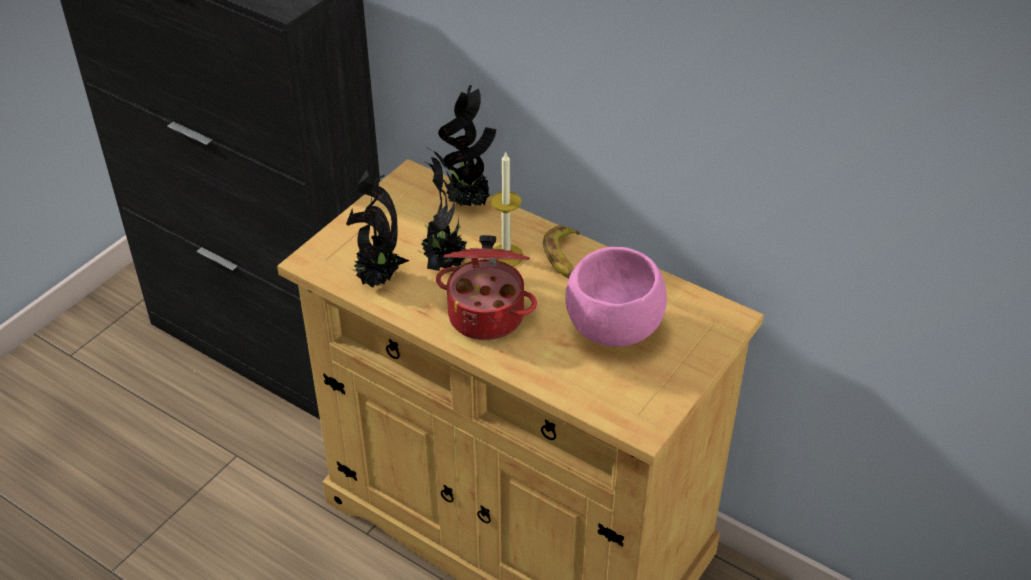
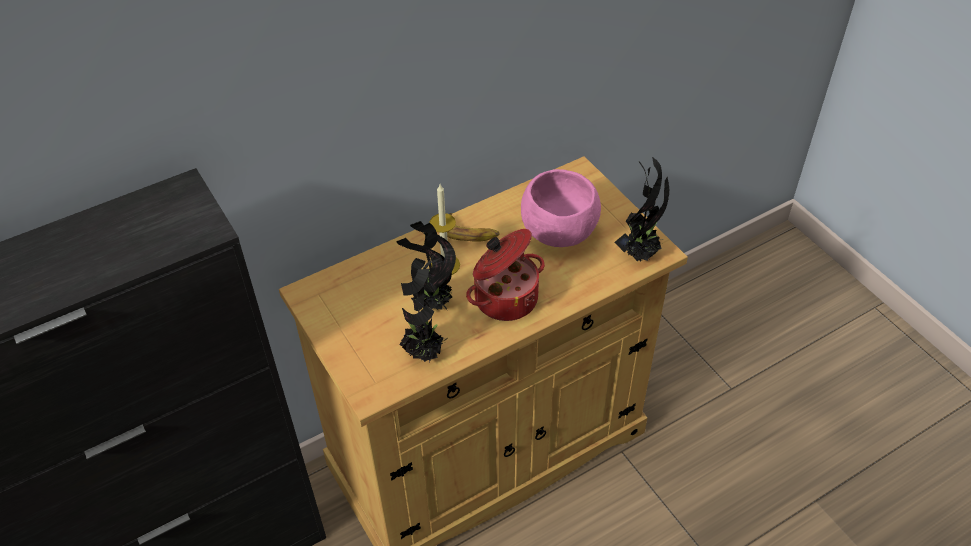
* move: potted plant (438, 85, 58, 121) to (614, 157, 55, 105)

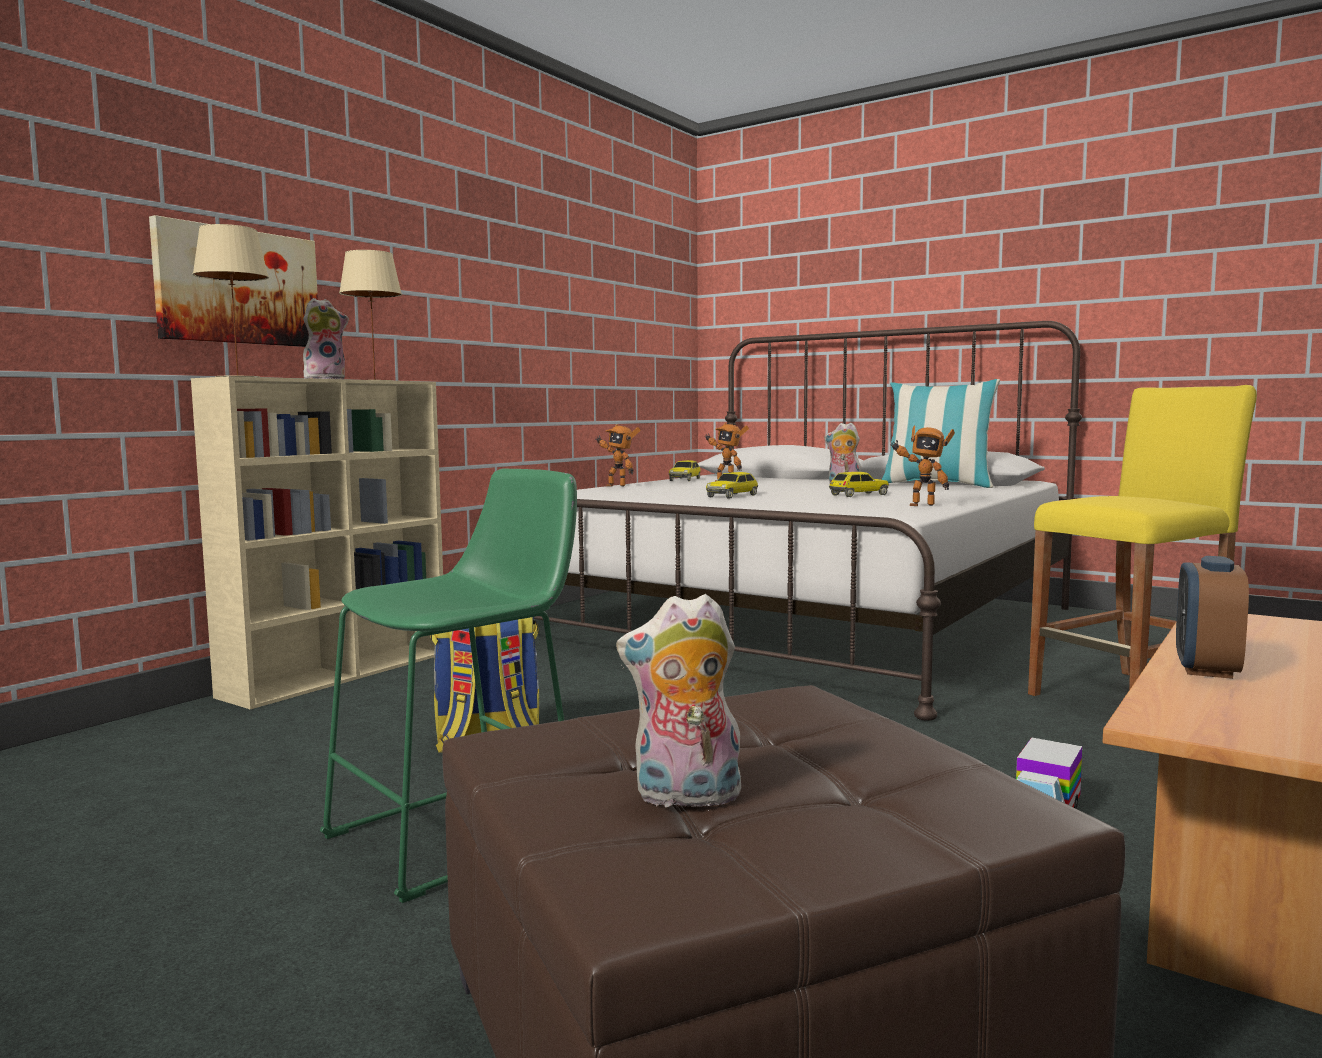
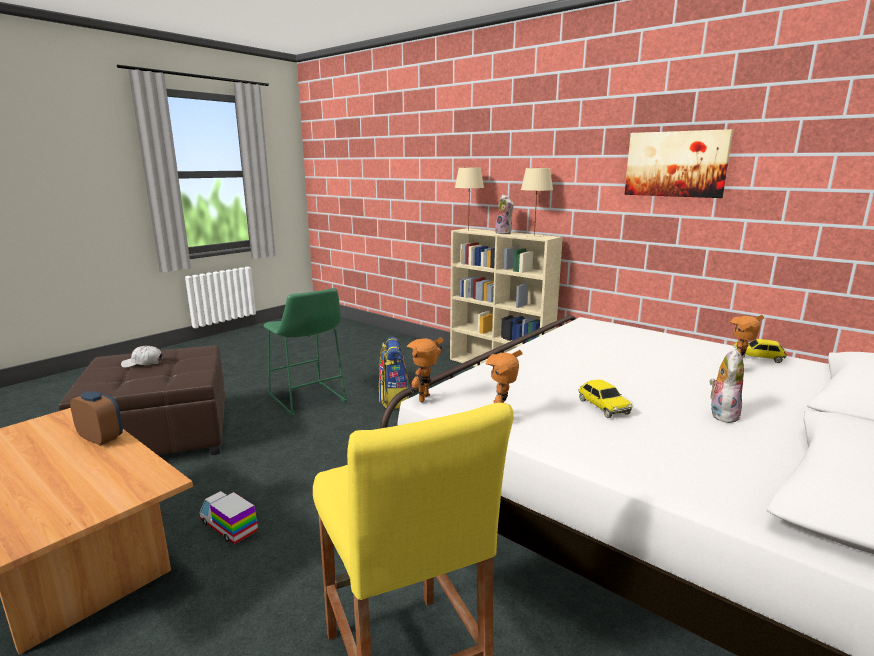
* move: picture (149, 215, 169, 132) to (624, 129, 109, 69)
* delete: pillow (882, 379, 118, 109)
* move: toy robot (595, 424, 46, 63) to (406, 337, 38, 66)
* delete: toy car (706, 472, 52, 27)
* replace: plush toy (616, 594, 125, 217) to cap (white) (121, 345, 42, 23)

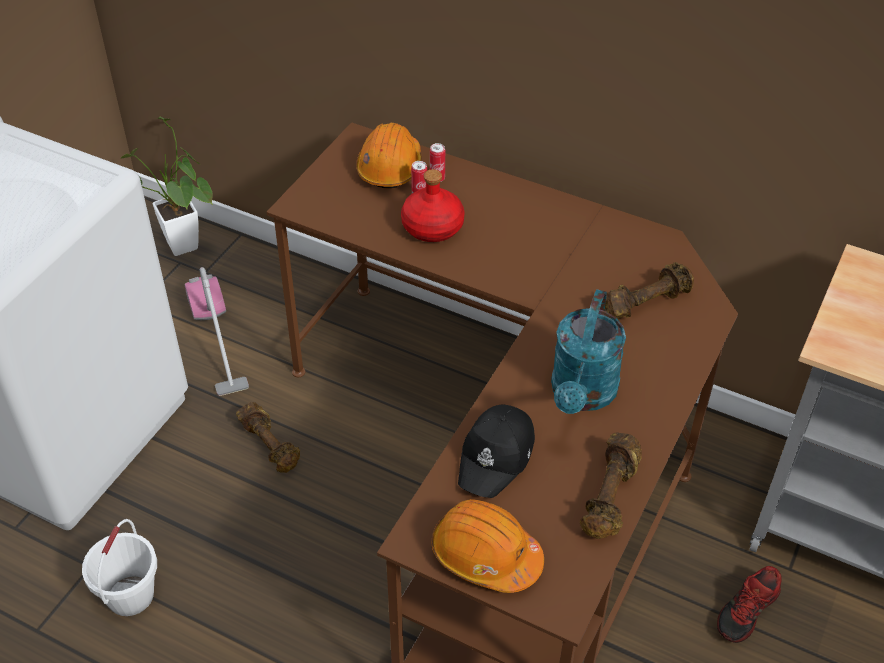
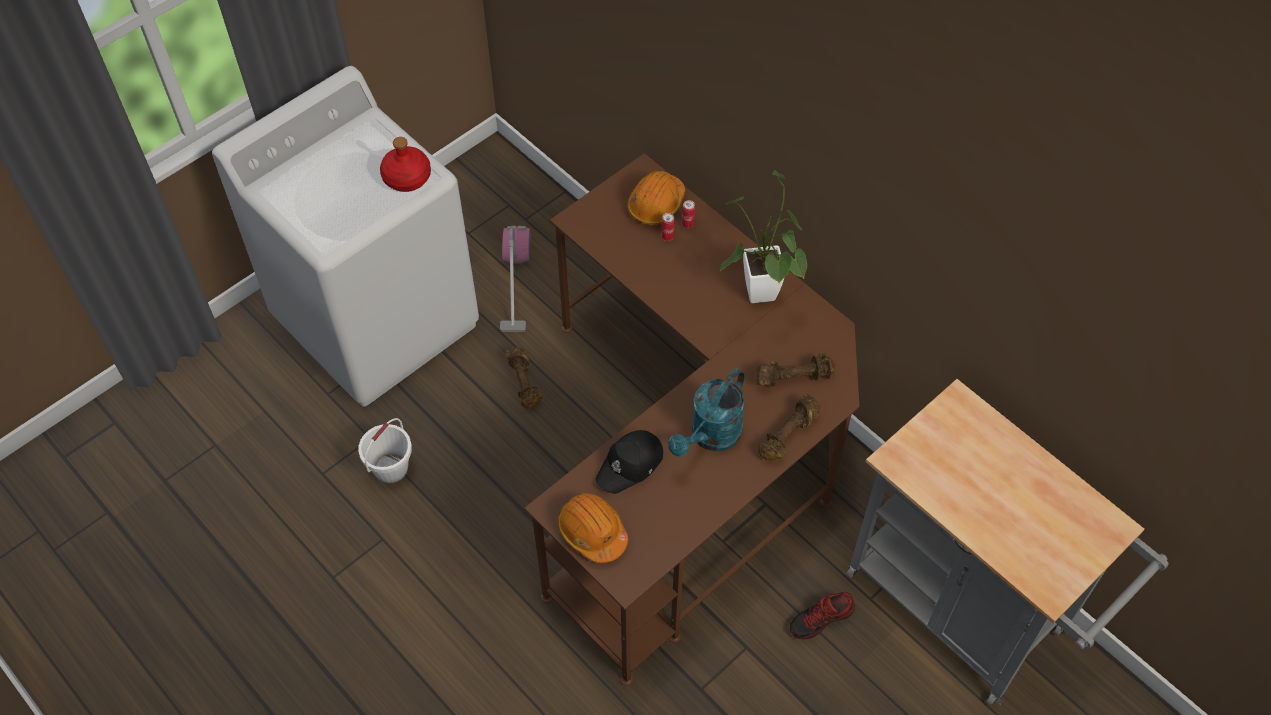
* move: potted plant (120, 117, 93, 139) to (719, 170, 88, 133)
* move: bottle (red) (401, 169, 64, 73) to (380, 137, 51, 55)
* move: dumbbell (brown) (580, 432, 62, 107) to (758, 394, 62, 67)

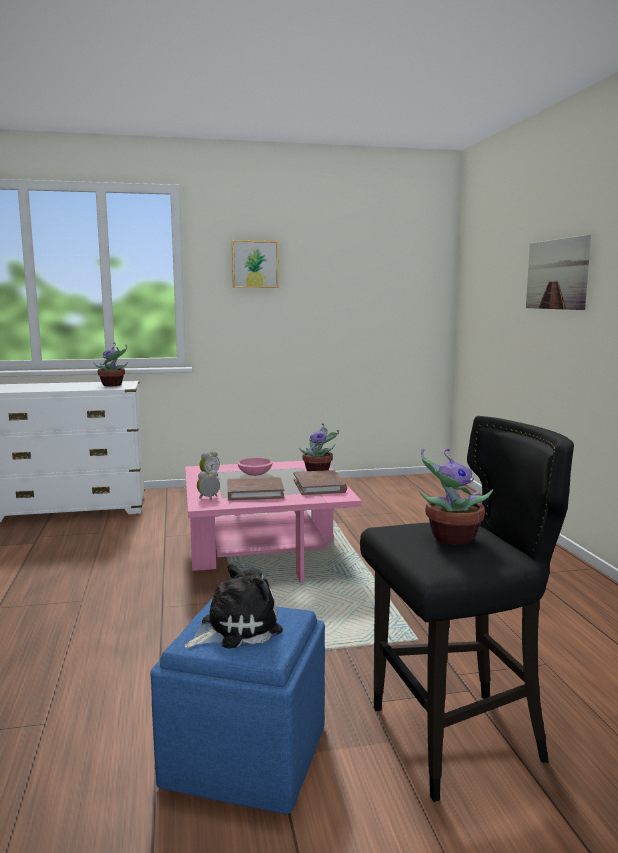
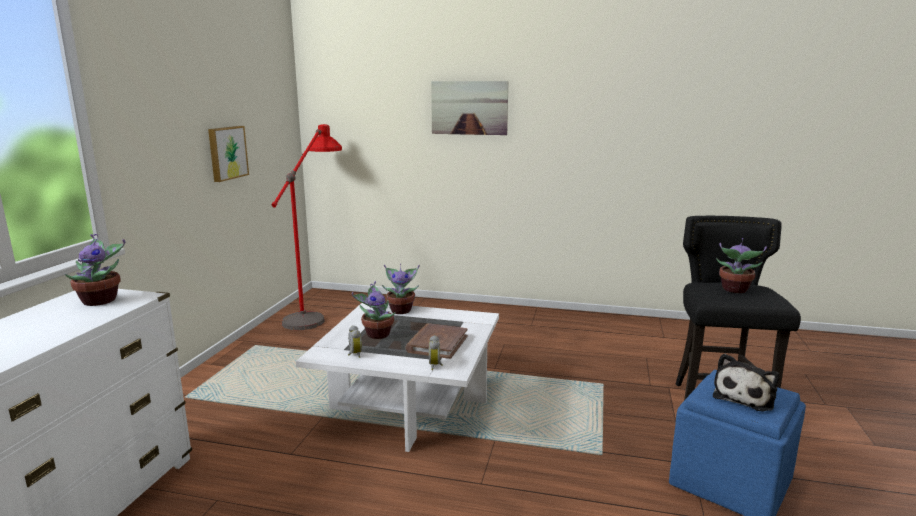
* move: picture (232, 240, 47, 48) to (208, 126, 41, 56)
* replace: bowl (pink) (237, 458, 36, 18) to potted plant (352, 281, 44, 58)
* recolor: coffee table (pink) (185, 461, 177, 123) to coffee table (white) (296, 303, 203, 149)
* delete: book (brown) (293, 470, 54, 25)
* rotate: plush toy (184, 563, 99, 86) = (713, 354, 66, 58) 135 degrees counterclockwise
* insert: floor lamp (red) (272, 124, 70, 206)

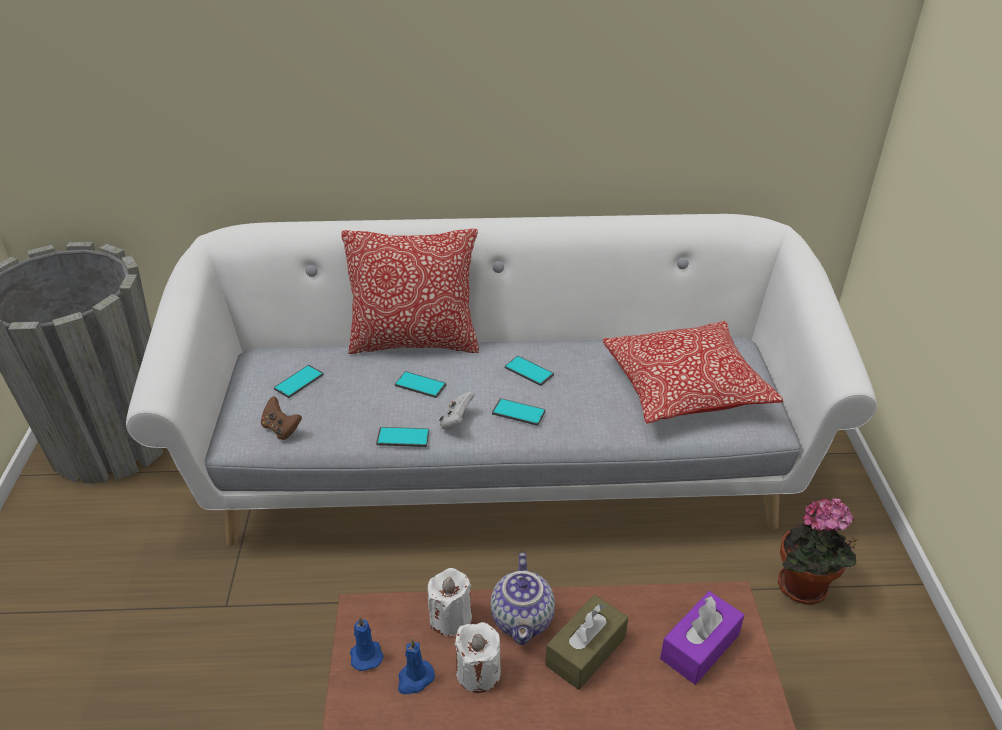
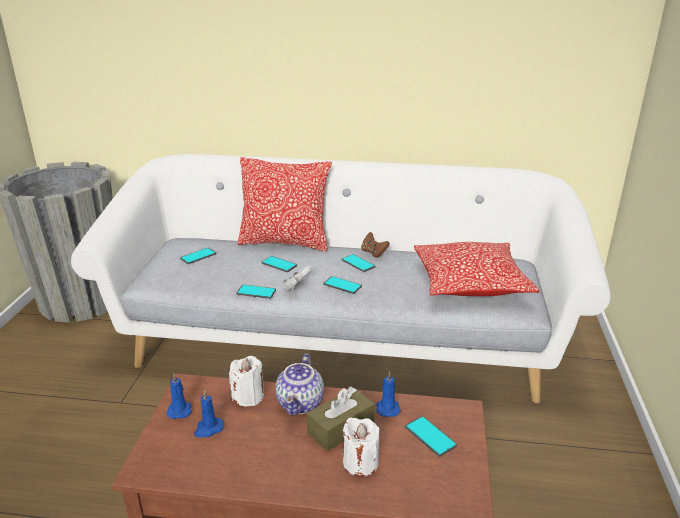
* move: game controller (brown) (261, 396, 41, 44) to (361, 232, 29, 26)
* delete: potted plant (778, 497, 80, 107)
* replace: tissue box (purple) (660, 591, 84, 94) to phone (405, 416, 52, 41)
* move: candle (white) (455, 622, 46, 71) to (343, 418, 36, 59)
* insert: candle (blue) (376, 371, 25, 46)

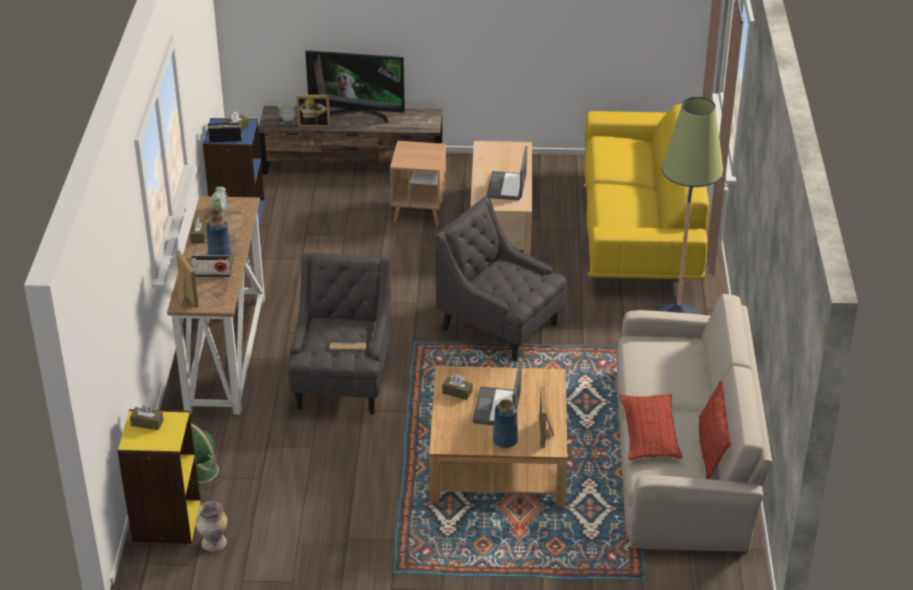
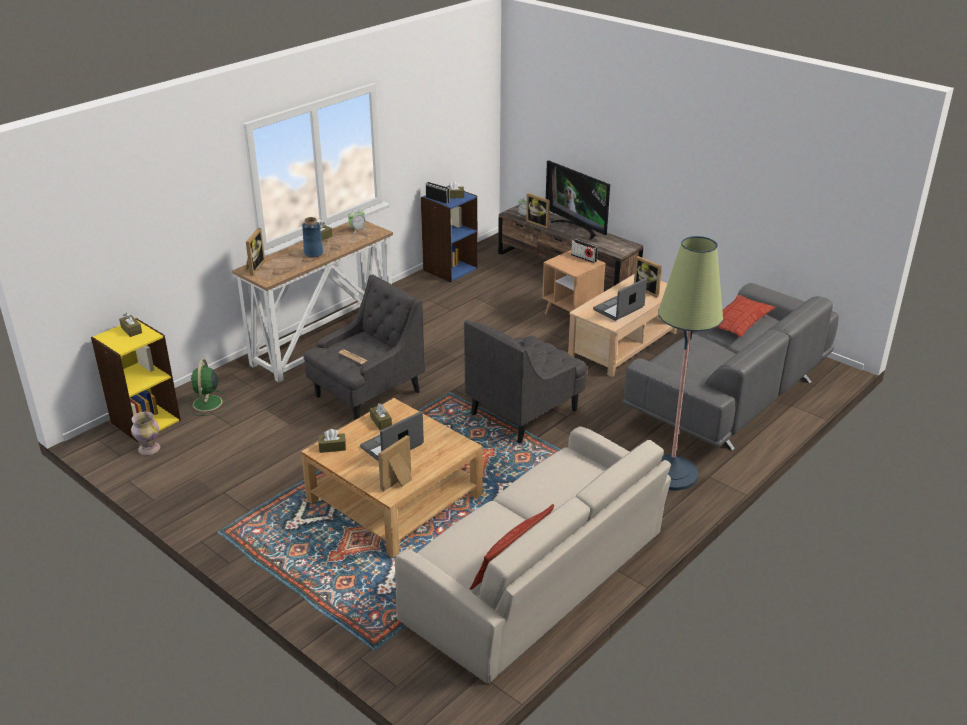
* recolor: sofa (yellow) (584, 104, 125, 176) to sofa (grey) (622, 283, 217, 167)
* rotate: armchair (grey) (436, 196, 131, 165) = (464, 320, 123, 124) 120 degrees counterclockwise
* move: radio (191, 255, 40, 22) to (571, 239, 27, 24)
* move: pillow (619, 394, 64, 66) to (716, 295, 60, 42)
* delete: vase (blue) (493, 399, 25, 49)
* insert: picture frame (634, 256, 28, 41)
* insert: tissue box (brown) (318, 429, 28, 24)

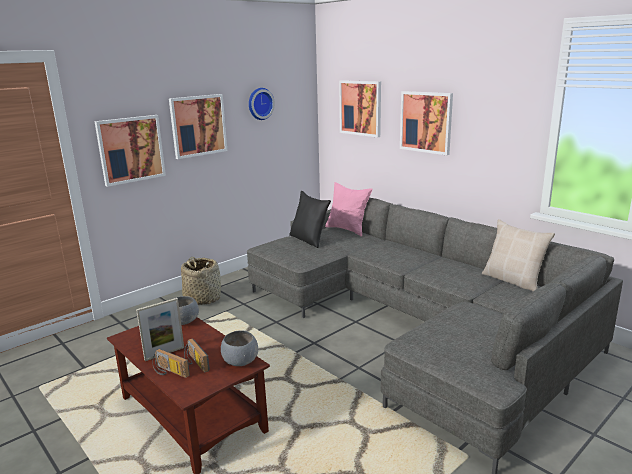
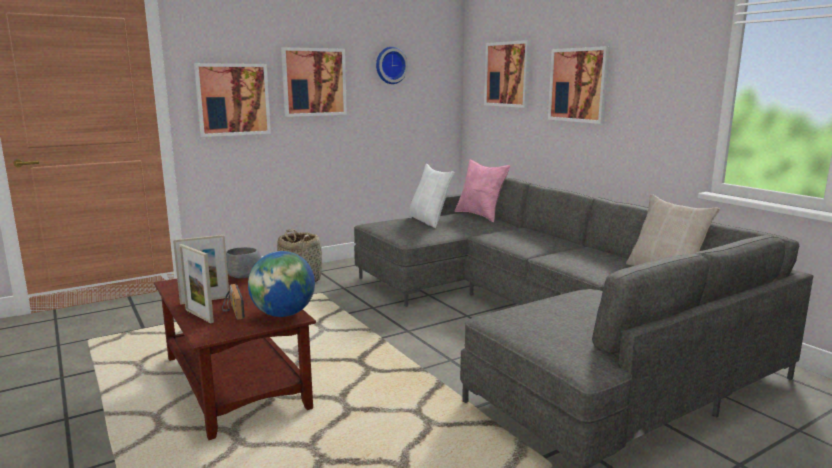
* recolor: pillow (black) (289, 191, 42, 57) to pillow (white) (408, 164, 47, 64)
* replace: bowl (grey) (221, 330, 37, 36) to globe (248, 251, 67, 66)
* replace: radio (152, 349, 38, 29) to picture frame (179, 244, 35, 79)

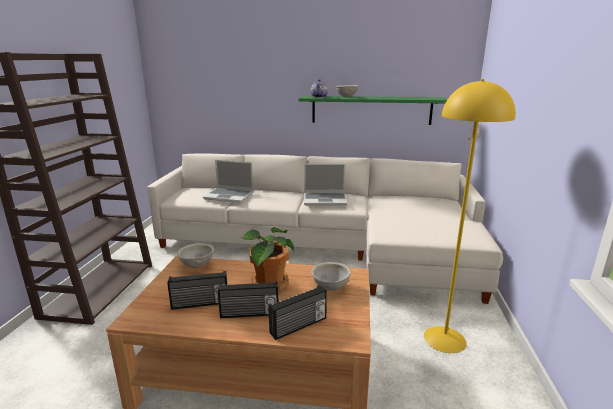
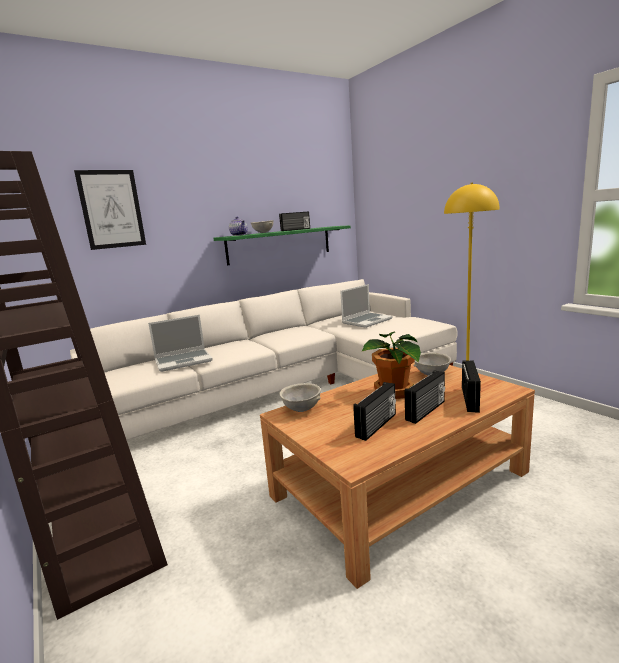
* move: laptop (304, 164, 44, 42) to (340, 284, 53, 44)
* insert: picture (74, 170, 72, 80)
* insert: radio (279, 211, 31, 20)

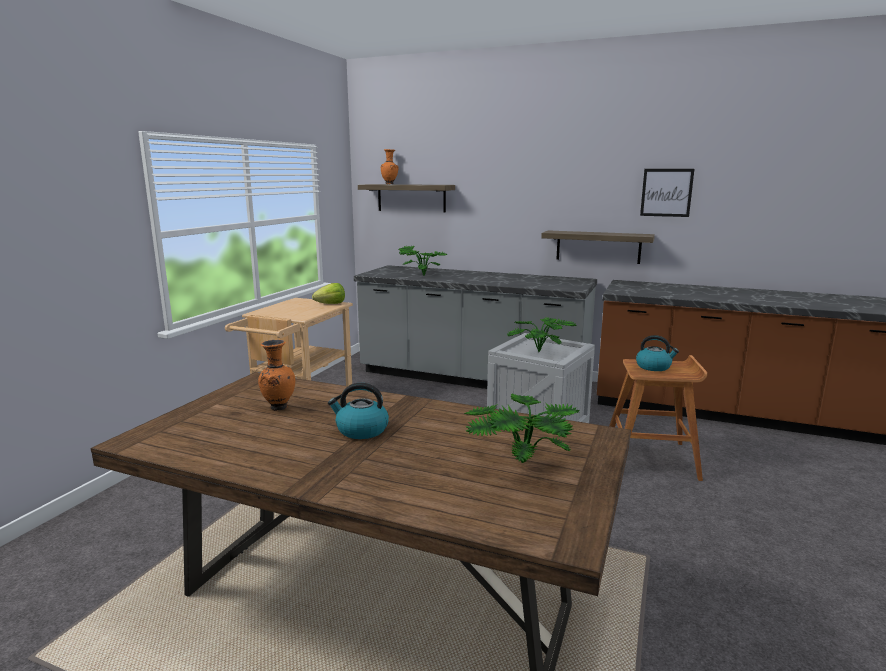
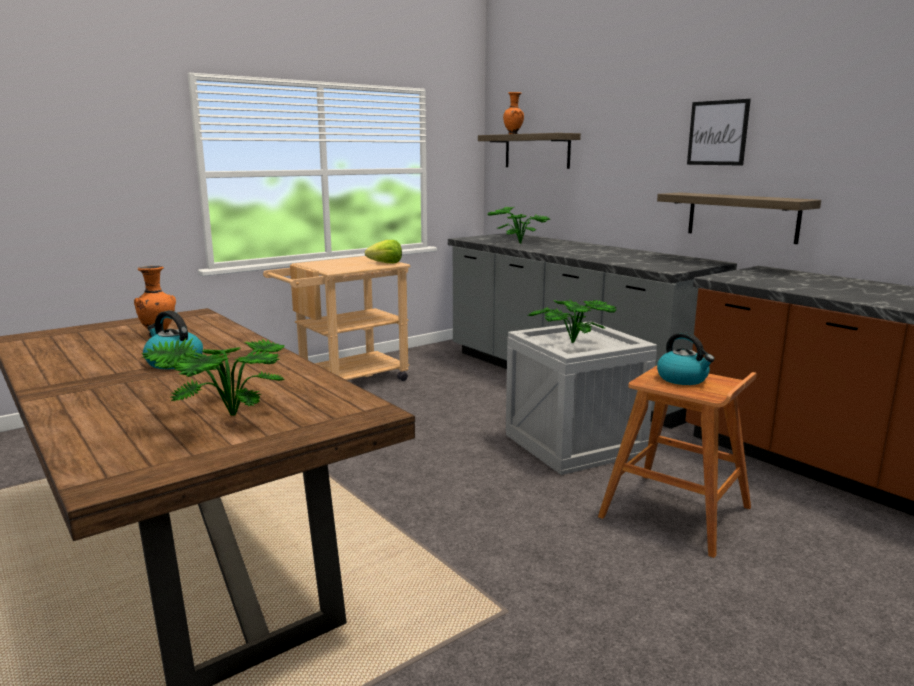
* move: picture (640, 169, 54, 48) to (687, 99, 64, 67)

